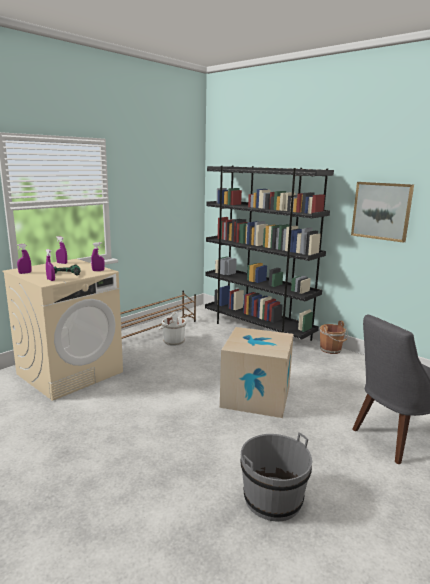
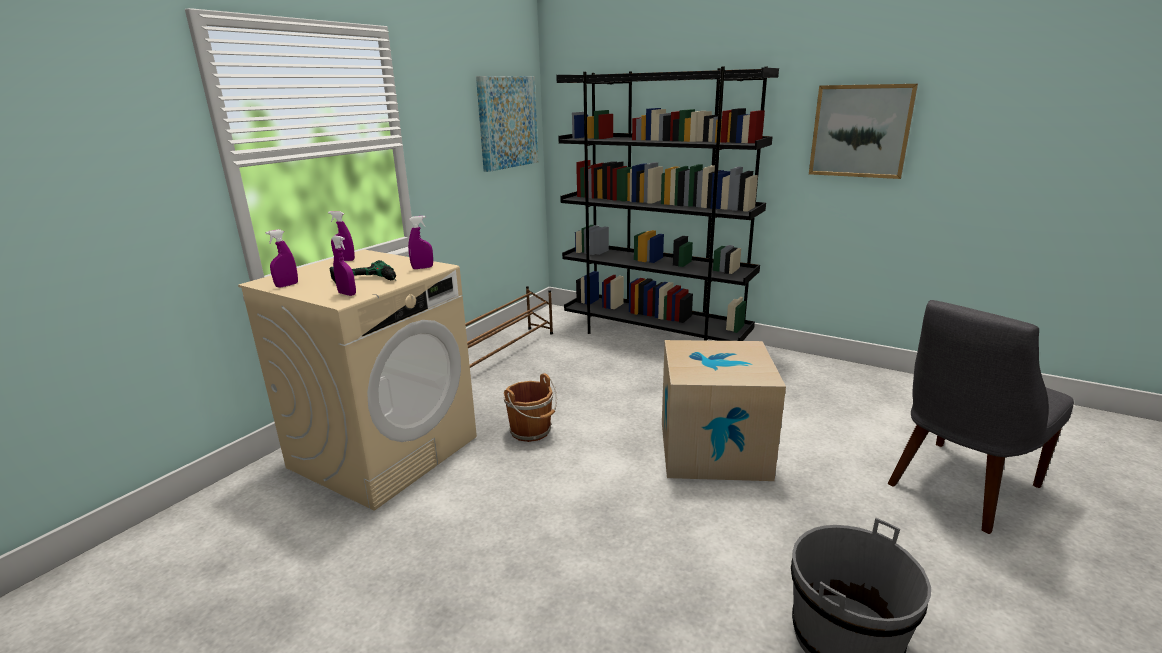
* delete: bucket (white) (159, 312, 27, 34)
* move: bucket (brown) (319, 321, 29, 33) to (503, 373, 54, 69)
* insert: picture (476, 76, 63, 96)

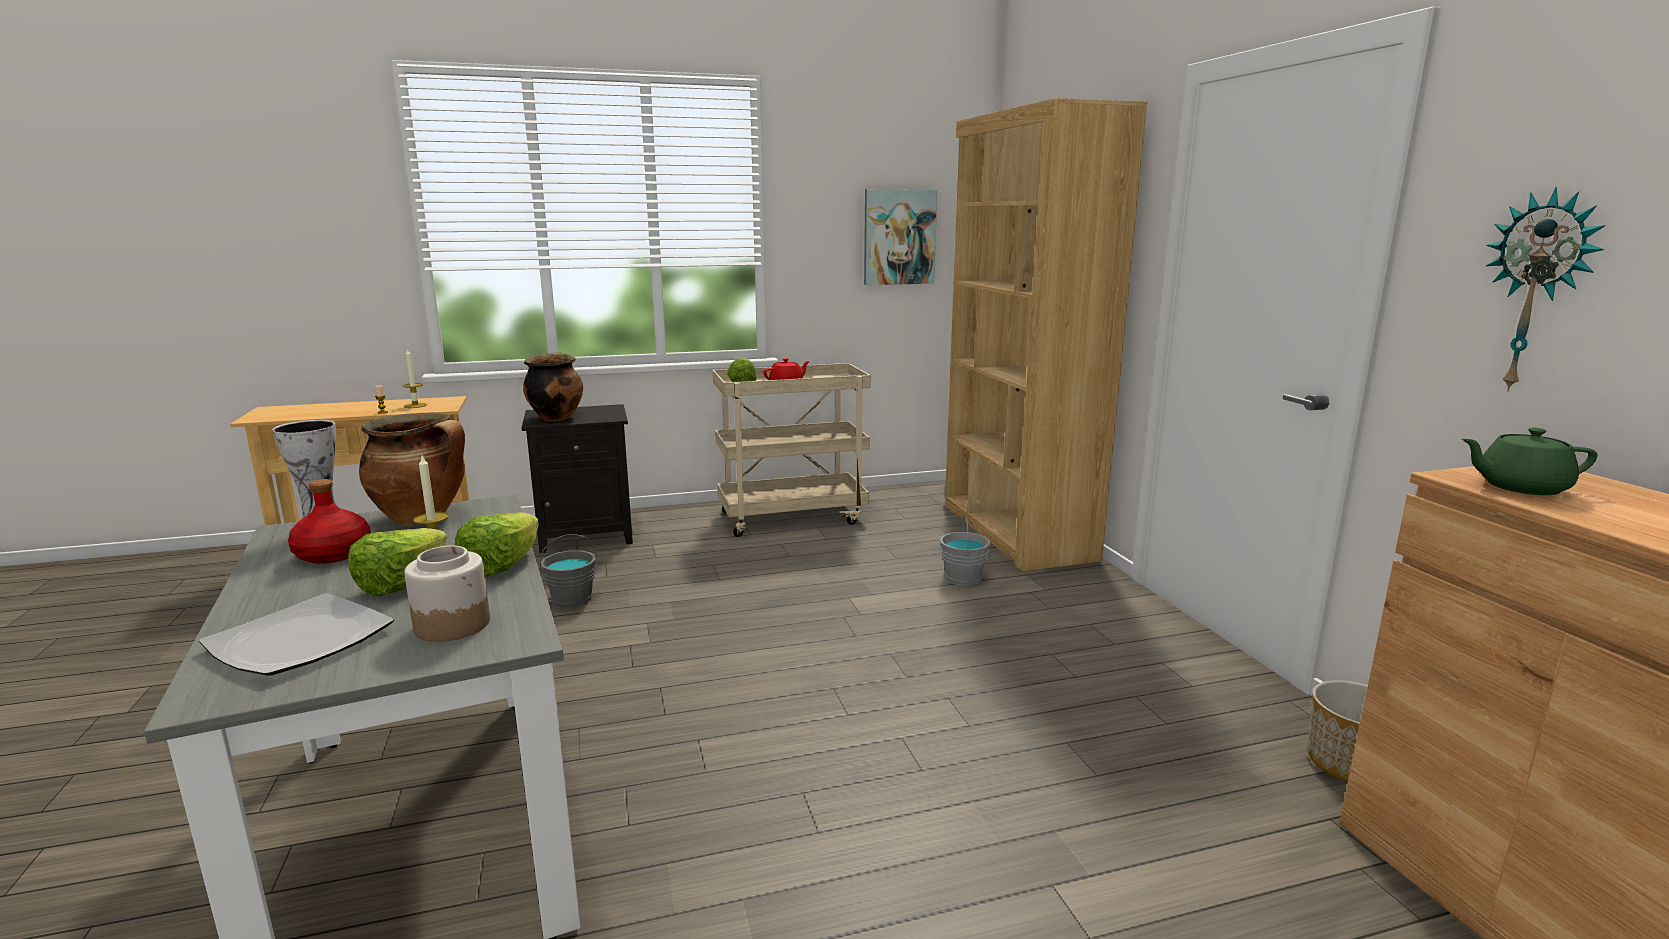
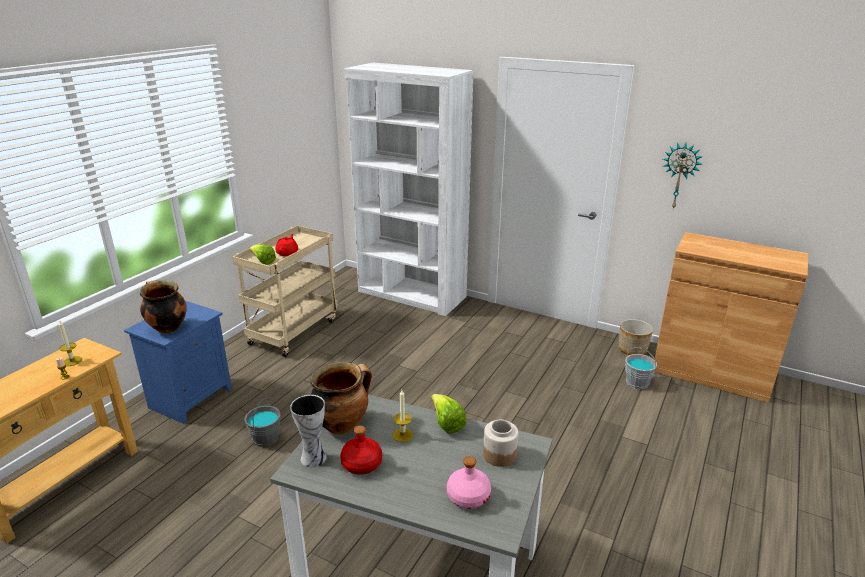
* recolor: bookcase (brown) (945, 98, 202, 473) to bookcase (white) (344, 63, 130, 253)
* delete: picture (864, 189, 73, 96)
* recolor: nightstand (black) (522, 404, 111, 149) to nightstand (blue) (124, 301, 108, 123)
* delete: teapot (green) (1462, 427, 135, 68)
* move: bucket (grey) (940, 515, 50, 71) to (625, 347, 32, 42)
* delete: lettuce (348, 528, 99, 68)
* replace: plate (199, 593, 195, 83) to bottle (pink) (447, 456, 44, 53)

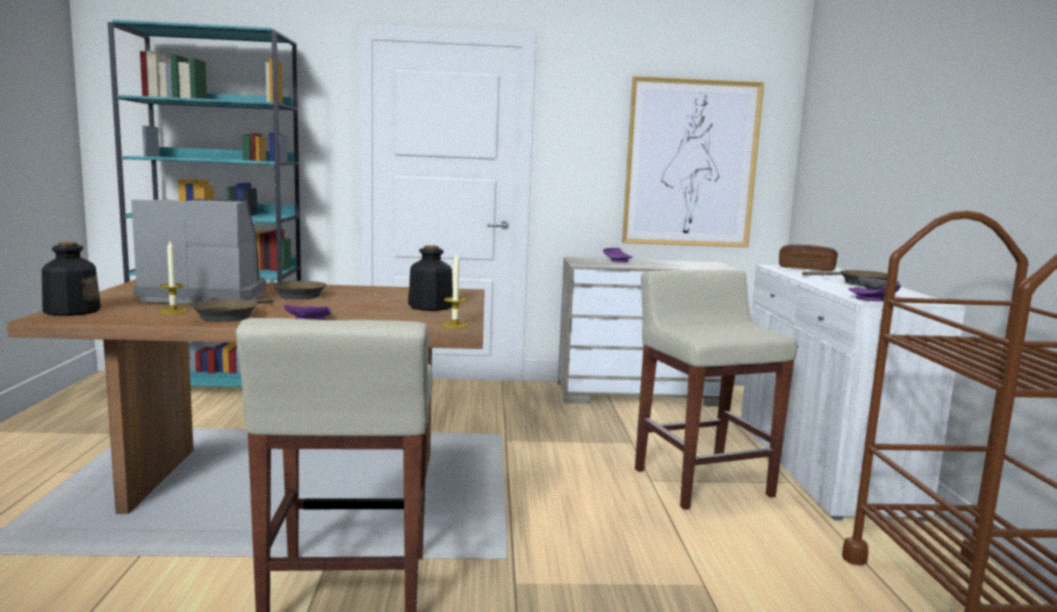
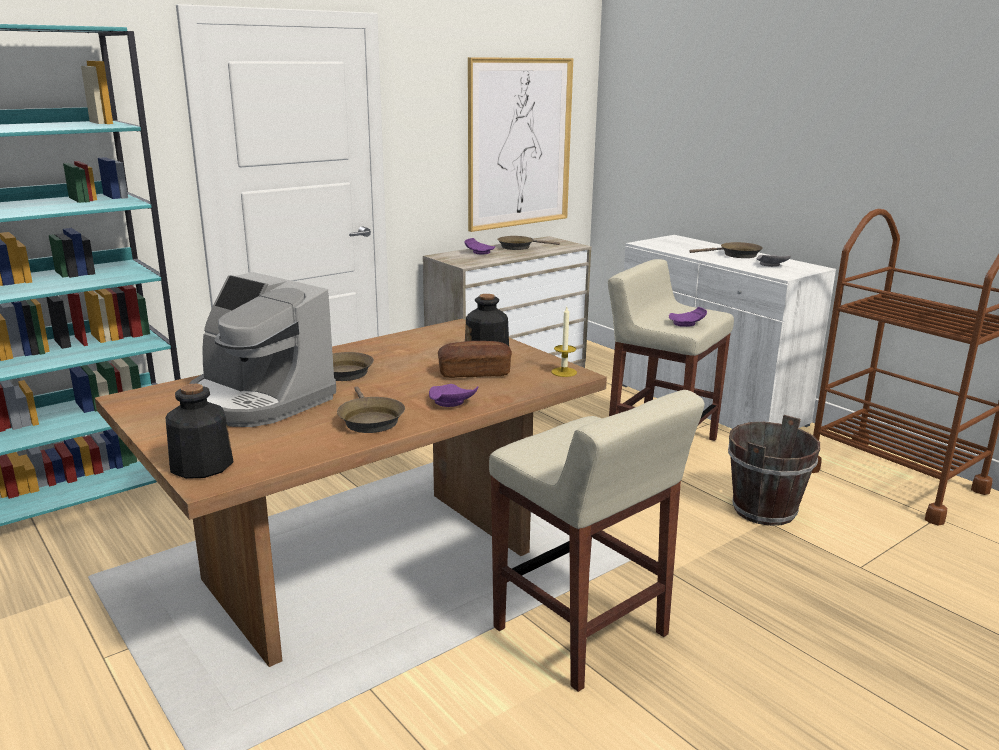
* rotate: coffee machine (131, 199, 136, 104) = (189, 272, 147, 155) 105 degrees counterclockwise
* delete: candle (159, 241, 29, 73)
* move: bread (779, 244, 59, 27) to (438, 341, 74, 37)
* move: plate (purple) (848, 283, 53, 18) to (669, 307, 38, 20)
* insert: frying pan (brown) (497, 236, 63, 14)
* insert: bucket (brown) (728, 415, 92, 111)

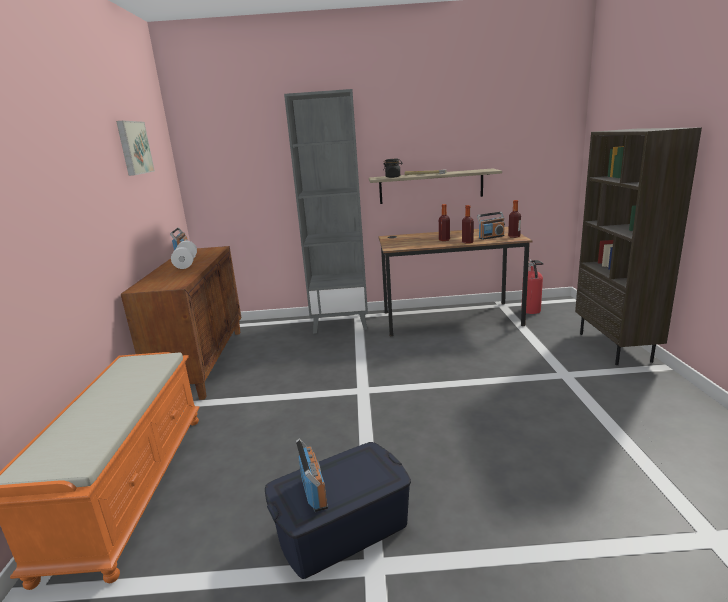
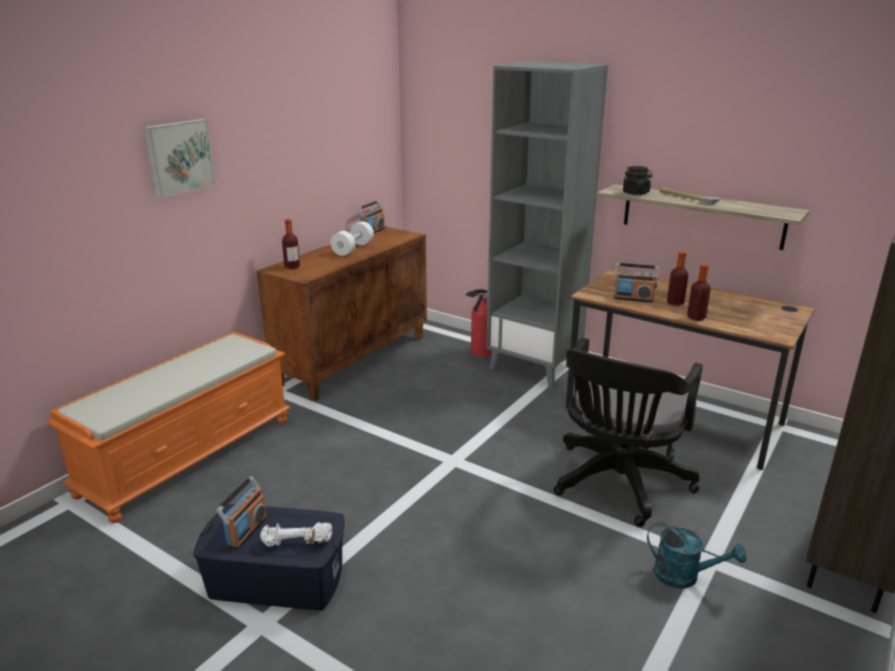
* move: picture (116, 121, 39, 55) to (143, 119, 73, 79)
* move: bottle (508, 200, 13, 38) to (282, 219, 18, 50)
* move: radio (477, 212, 28, 28) to (614, 263, 45, 40)
* move: fire extinguisher (521, 260, 22, 54) to (466, 289, 26, 68)
* insert: office chair (black) (554, 337, 149, 190)
* insert: dumbbell (white) (260, 522, 73, 25)
* insert: watering can (turquoise) (647, 522, 99, 67)

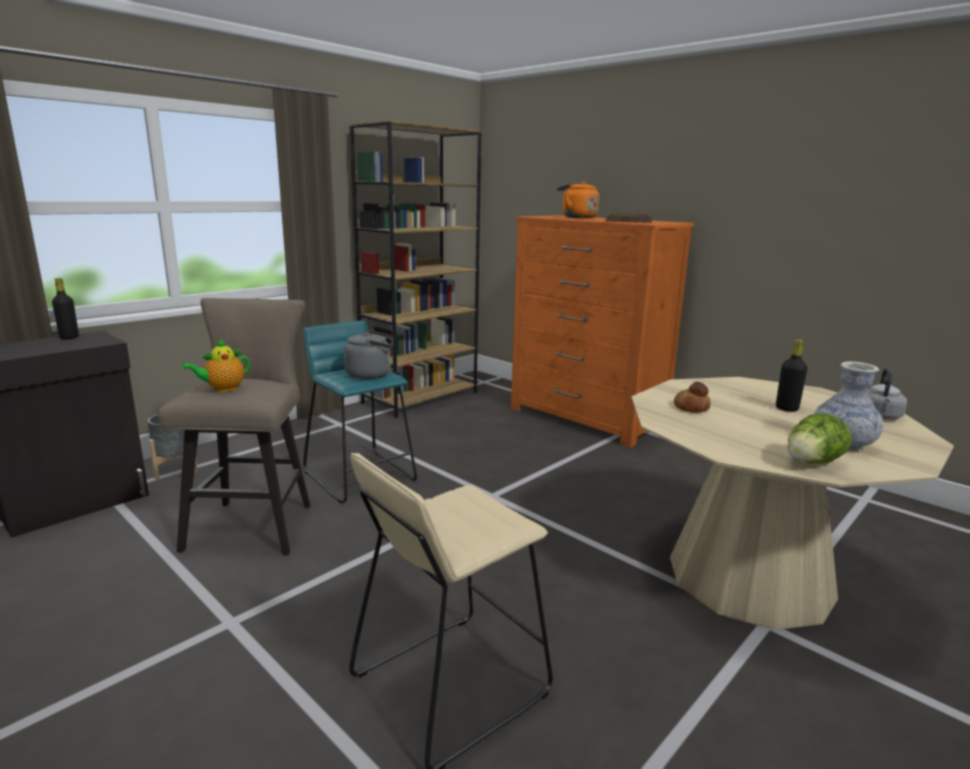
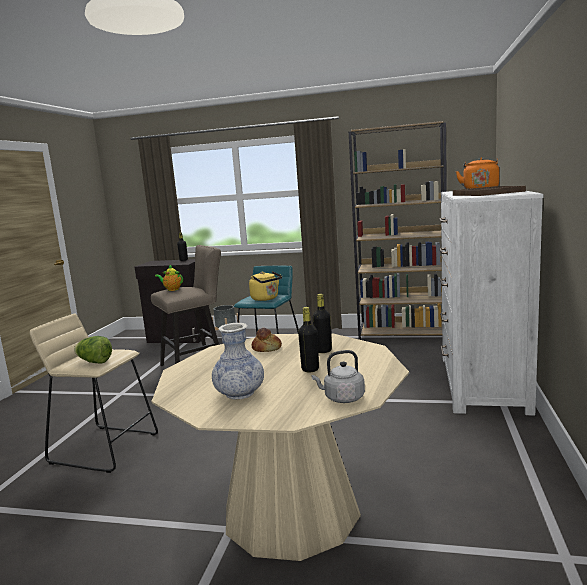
* recolor: dresser (orange) (511, 215, 183, 233) to dresser (white) (439, 191, 104, 225)
* recolor: kettle (grey) (344, 330, 49, 49) to kettle (yellow) (249, 271, 33, 30)
* move: lettuce (788, 413, 63, 51) to (74, 336, 38, 28)
* insert: bottle (black) (313, 294, 19, 59)

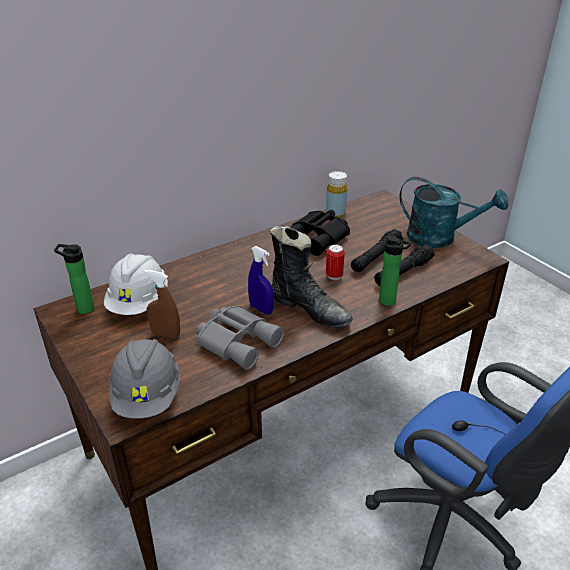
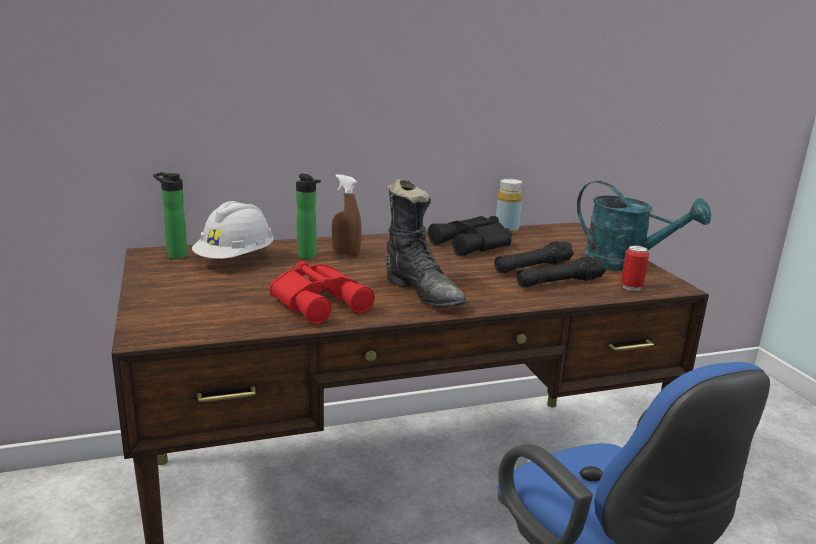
* move: bottle (379, 236, 32, 70) to (296, 174, 25, 85)
* move: can (326, 244, 19, 36) to (621, 245, 28, 46)
* delete: spray bottle (blue) (248, 246, 26, 68)
* move: spray bottle (brown) (144, 270, 36, 69) to (332, 174, 30, 83)
* recolor: binoculars (grey) (196, 306, 88, 64) to binoculars (red) (270, 261, 105, 63)
* delete: hard hat (grey) (109, 339, 72, 80)

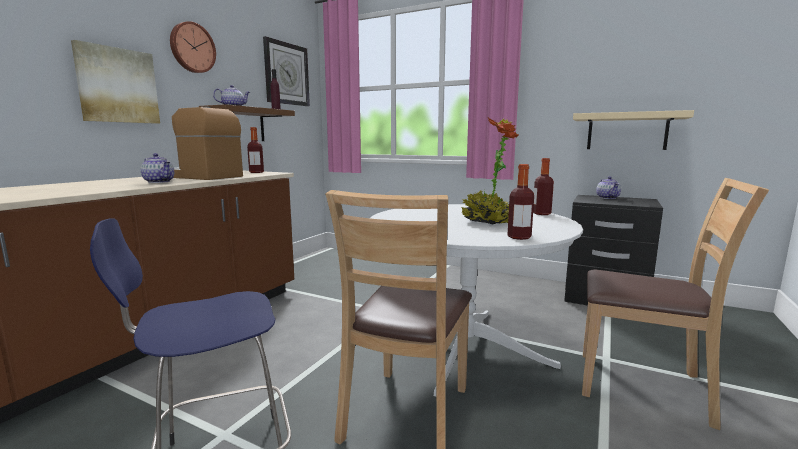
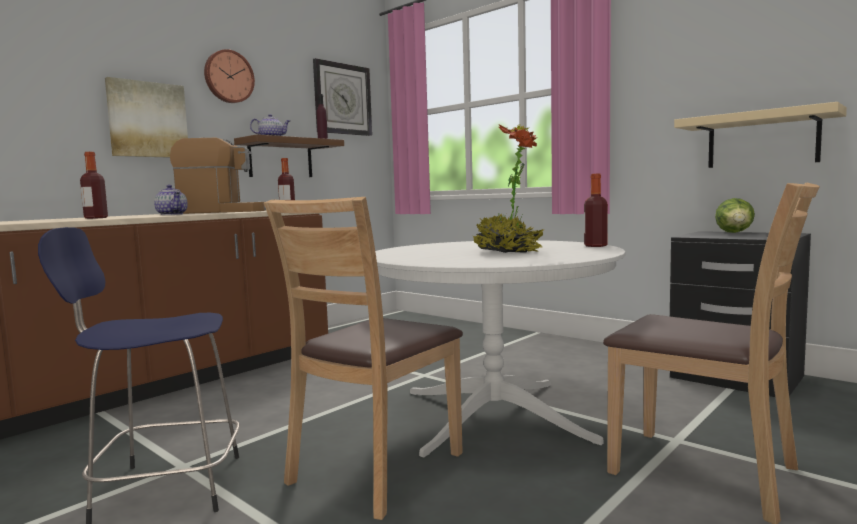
* rotate: coffee machine (172, 107, 71, 73) = (170, 137, 96, 77) 135 degrees clockwise
* move: bottle (507, 164, 27, 76) to (80, 152, 28, 67)
* replace: teapot (596, 176, 25, 23) to lettuce (715, 198, 40, 35)

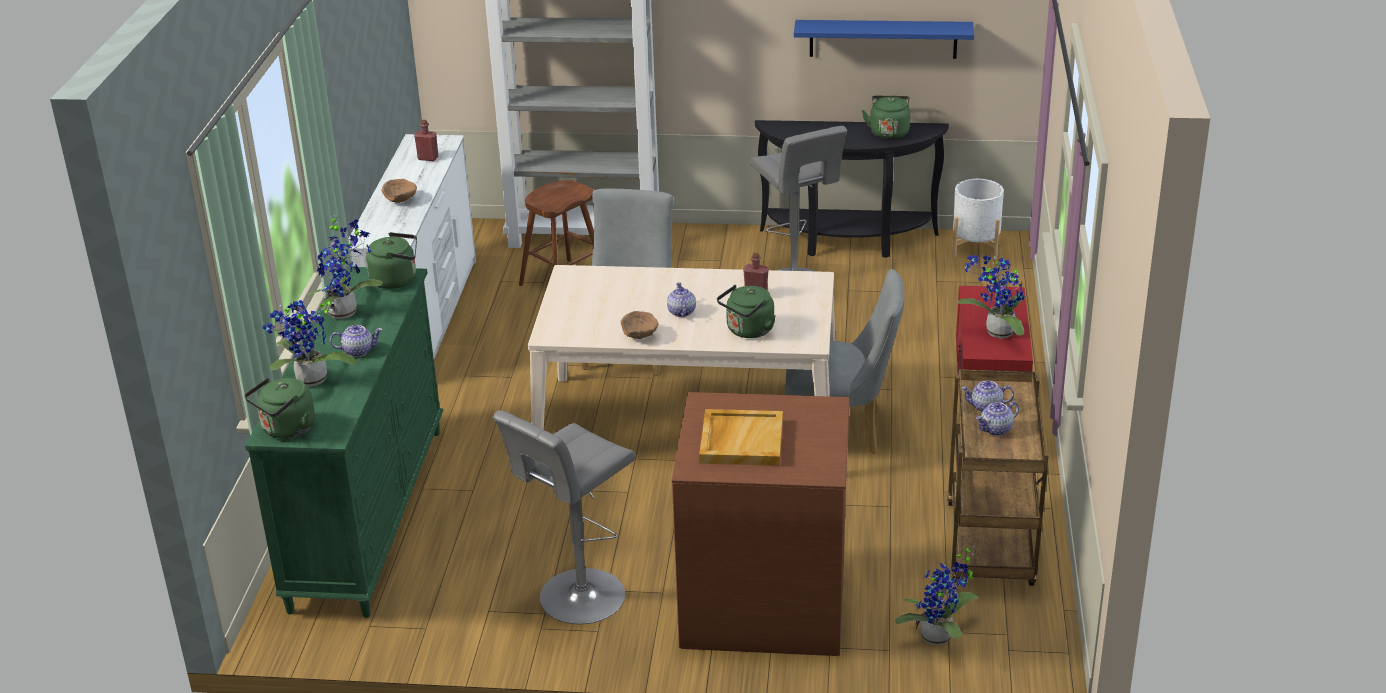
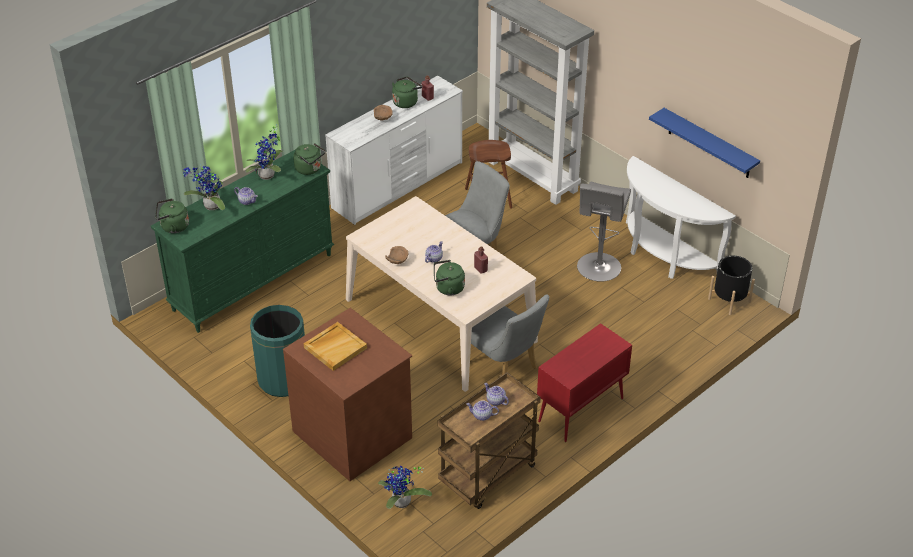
* move: kettle (green) (862, 96, 48, 43) to (392, 77, 30, 31)
* recolor: console table (black) (755, 120, 194, 138) to console table (white) (626, 156, 110, 123)
* recolor: planter (white) (952, 179, 52, 81) to planter (black) (708, 255, 47, 60)
* delete: potted plant (958, 255, 67, 84)
* replace: stool (grey) (492, 410, 144, 214) to trash can (green) (250, 305, 55, 92)

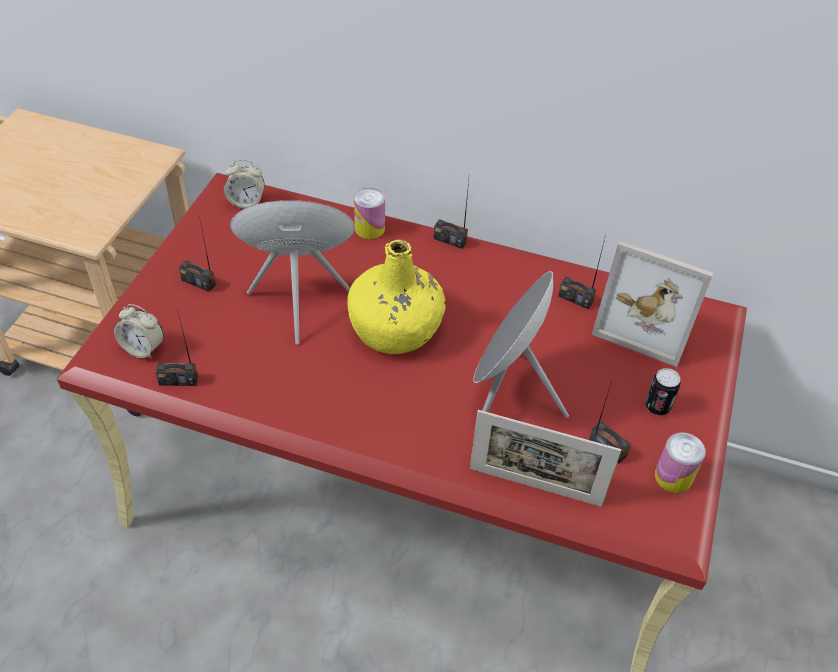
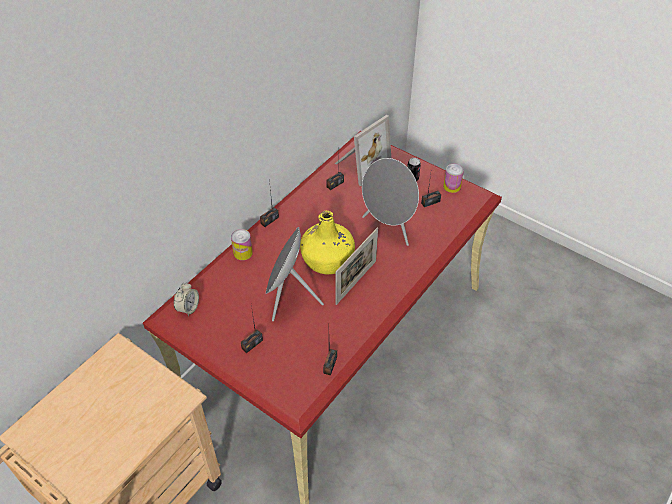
* delete: alarm clock (114, 304, 50, 55)
* move: picture frame (470, 410, 151, 97) to (336, 228, 42, 77)

